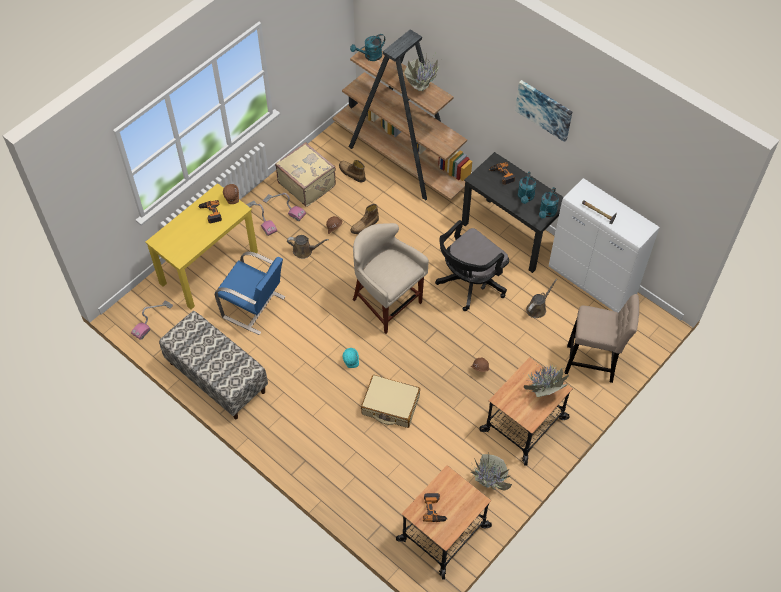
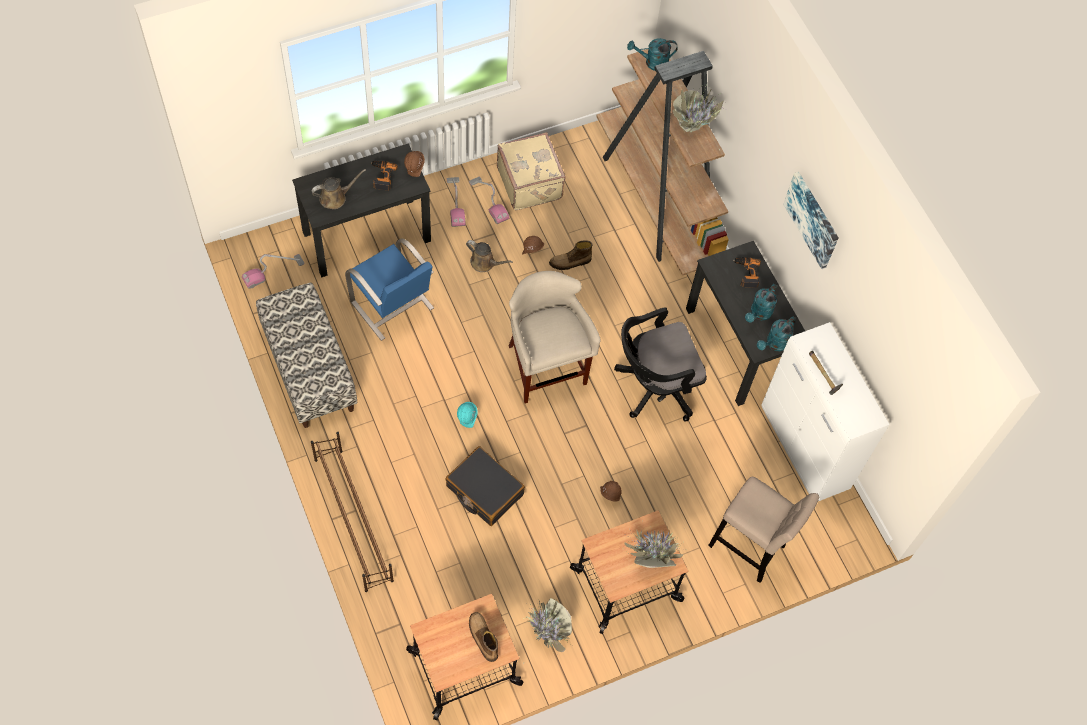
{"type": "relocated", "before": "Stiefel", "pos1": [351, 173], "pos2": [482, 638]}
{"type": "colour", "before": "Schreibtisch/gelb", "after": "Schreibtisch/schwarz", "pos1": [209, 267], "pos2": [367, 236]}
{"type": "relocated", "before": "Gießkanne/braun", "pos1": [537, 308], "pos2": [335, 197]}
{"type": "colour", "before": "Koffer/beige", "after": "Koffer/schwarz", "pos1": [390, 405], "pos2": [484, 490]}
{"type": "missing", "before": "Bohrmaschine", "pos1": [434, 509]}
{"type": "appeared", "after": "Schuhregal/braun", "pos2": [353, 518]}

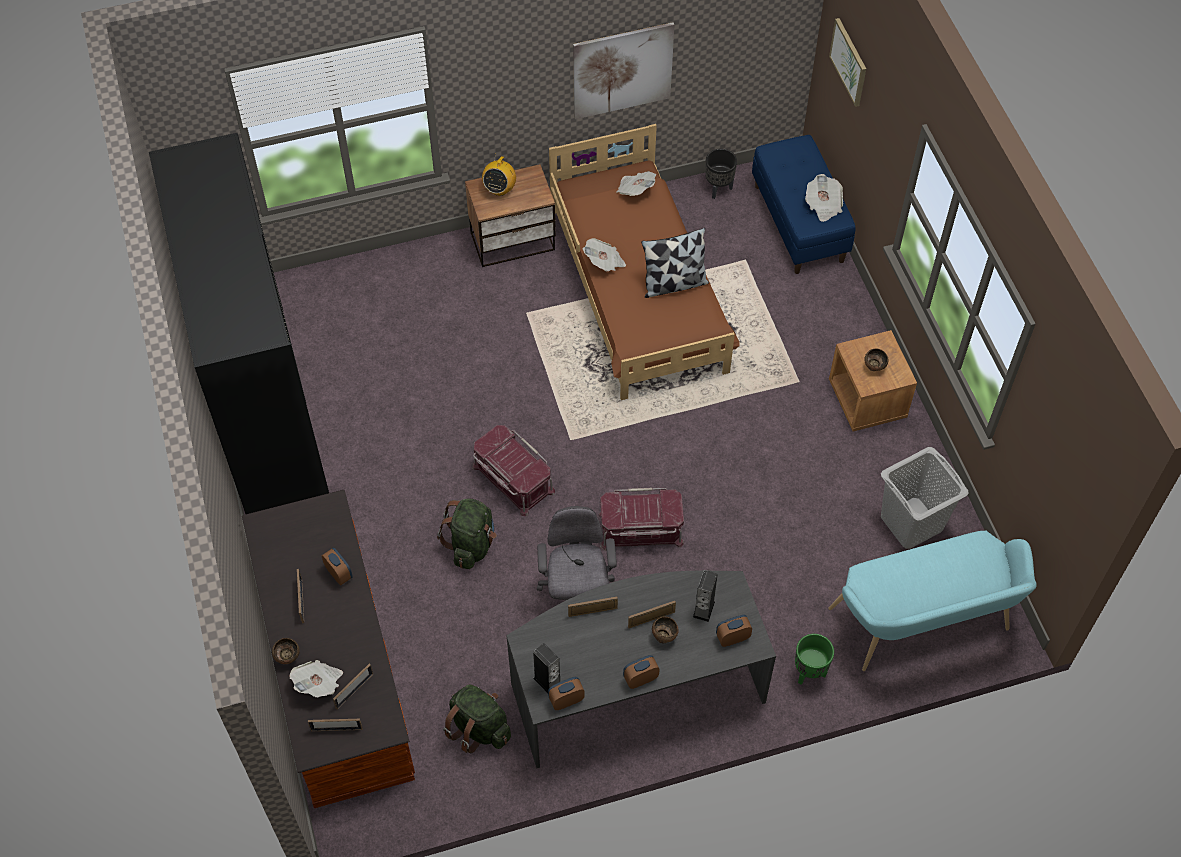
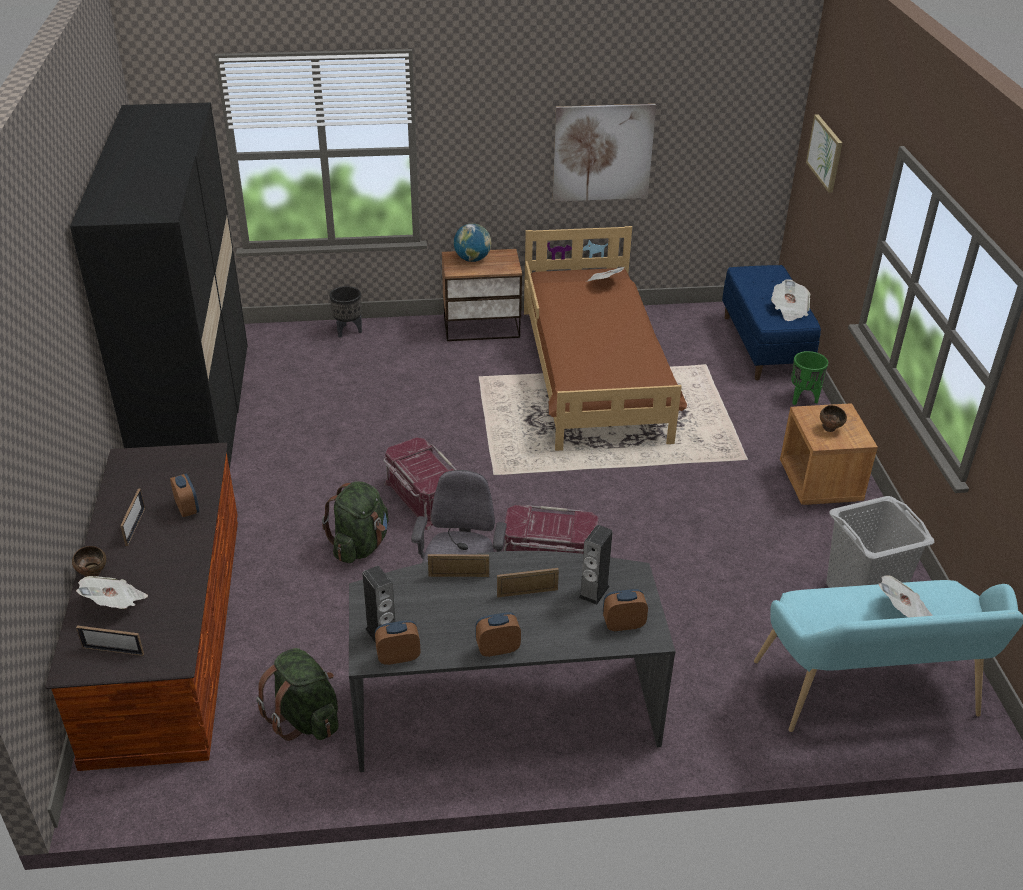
{"type": "relocated", "before": "Pflanzkübel/schwarz", "pos1": [718, 189], "pos2": [348, 331]}
{"type": "exchanged", "before": "Radio", "after": "Globus", "pos1": [499, 189], "pos2": [472, 259]}
{"type": "missing", "before": "Kissen", "pos1": [674, 284]}
{"type": "relocated", "before": "Zeitung", "pos1": [604, 262], "pos2": [903, 612]}
{"type": "missing", "before": "Schüssel/braun", "pos1": [664, 636]}
{"type": "relocated", "before": "Pflanzkübel/grün", "pos1": [809, 672], "pos2": [803, 399]}
{"type": "missing", "before": "Bilderrahmen", "pos1": [354, 691]}

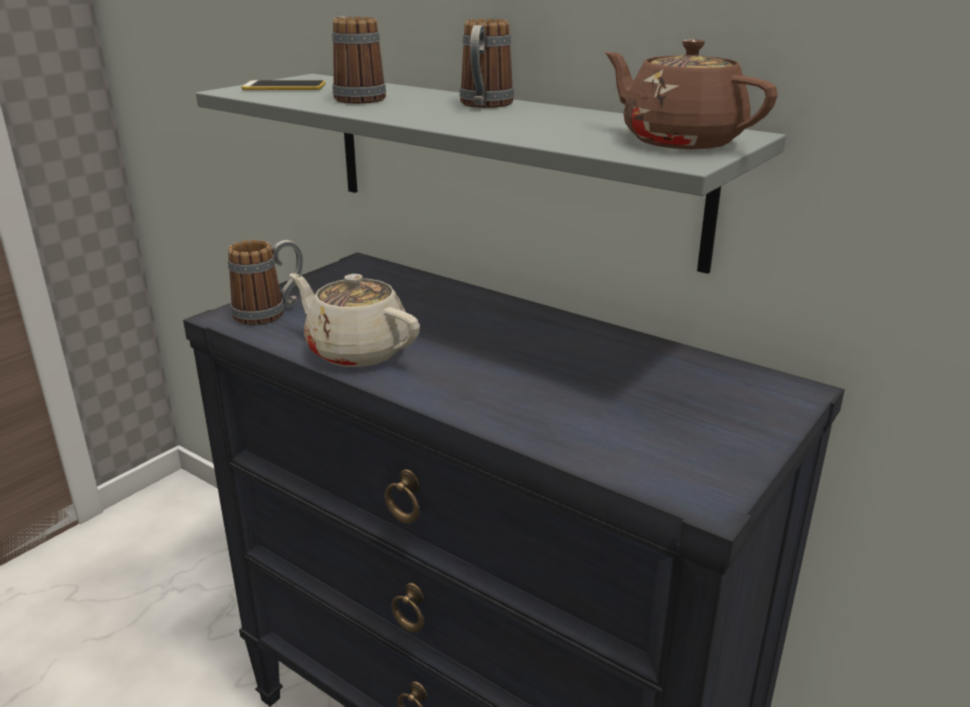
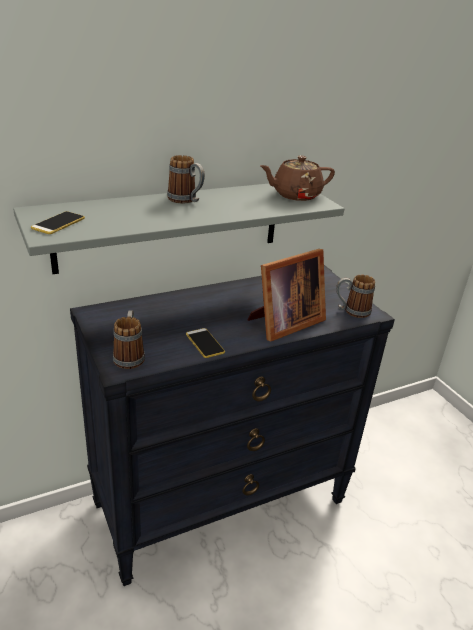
{"type": "relocated", "before": "Henkelbecher", "pos1": [355, 97], "pos2": [351, 311]}
{"type": "exchanged", "before": "Teekanne/beige", "after": "Handy", "pos1": [356, 351], "pos2": [205, 343]}
{"type": "appeared", "after": "Bilderrahmen", "pos2": [283, 324]}

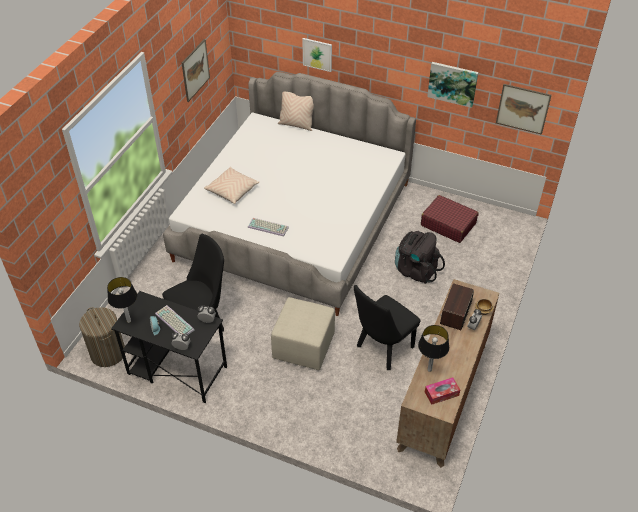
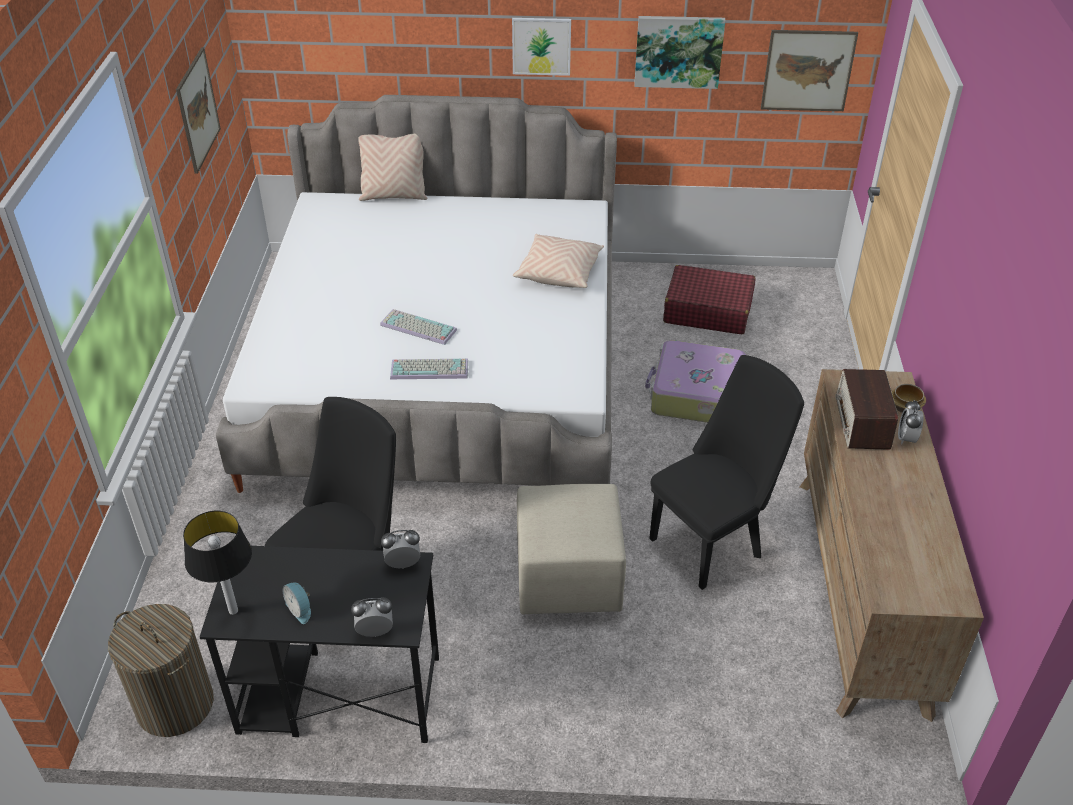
{"type": "relocated", "before": "Bild", "pos1": [317, 54], "pos2": [541, 46]}
{"type": "relocated", "before": "Kissen/beige", "pos1": [232, 190], "pos2": [559, 272]}
{"type": "exchanged", "before": "Rucksack/schwarz", "after": "Koffer", "pos1": [416, 270], "pos2": [695, 394]}
{"type": "spun", "before": "Stuhl/schwarz", "pos1": [382, 349], "pos2": [712, 542], "turn": -150}
{"type": "relocated", "before": "Tastatur", "pos1": [173, 322], "pos2": [416, 328]}
{"type": "missing", "before": "Tischlampe", "pos1": [430, 370]}
{"type": "missing", "before": "Taschentuchbox", "pos1": [441, 393]}

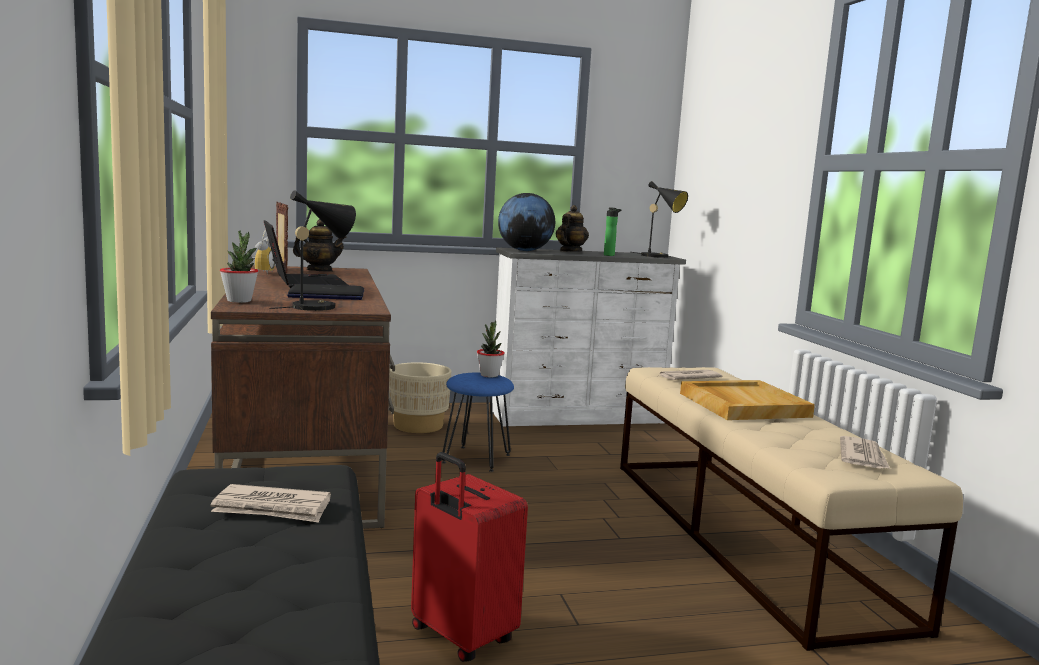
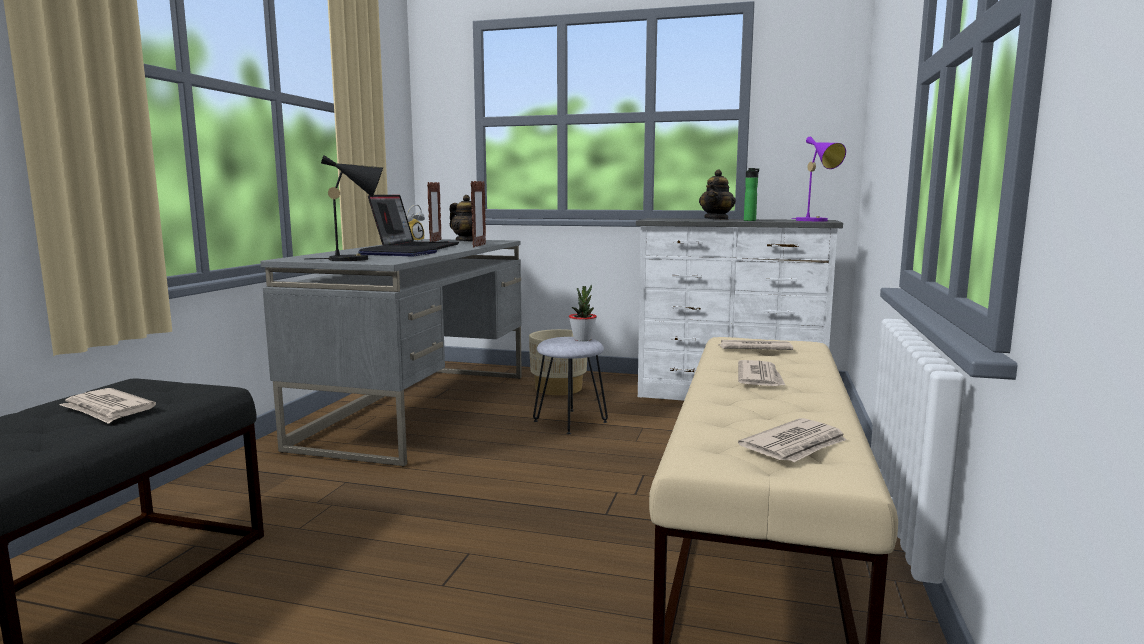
{"type": "colour", "before": "Tischlampe/schwarz", "after": "Tischlampe/lila", "pos1": [658, 256], "pos2": [815, 221]}
{"type": "missing", "before": "Globus", "pos1": [524, 250]}
{"type": "spun", "before": "Teekanne", "pos1": [570, 251], "pos2": [716, 219], "turn": 150}
{"type": "missing", "before": "Topfpflanze", "pos1": [239, 301]}
{"type": "colour", "before": "Schreibtisch/braun", "after": "Schreibtisch/grau", "pos1": [305, 464], "pos2": [421, 409]}
{"type": "colour", "before": "Hocker/blau", "after": "Hocker/grau", "pos1": [477, 458], "pos2": [570, 421]}
{"type": "exchanged", "before": "Tablett/beige", "after": "Zeitung", "pos1": [742, 404], "pos2": [760, 377]}
{"type": "missing", "before": "Koffer/rot", "pos1": [460, 637]}
{"type": "appeared", "after": "Bilderrahmen", "pos2": [479, 246]}

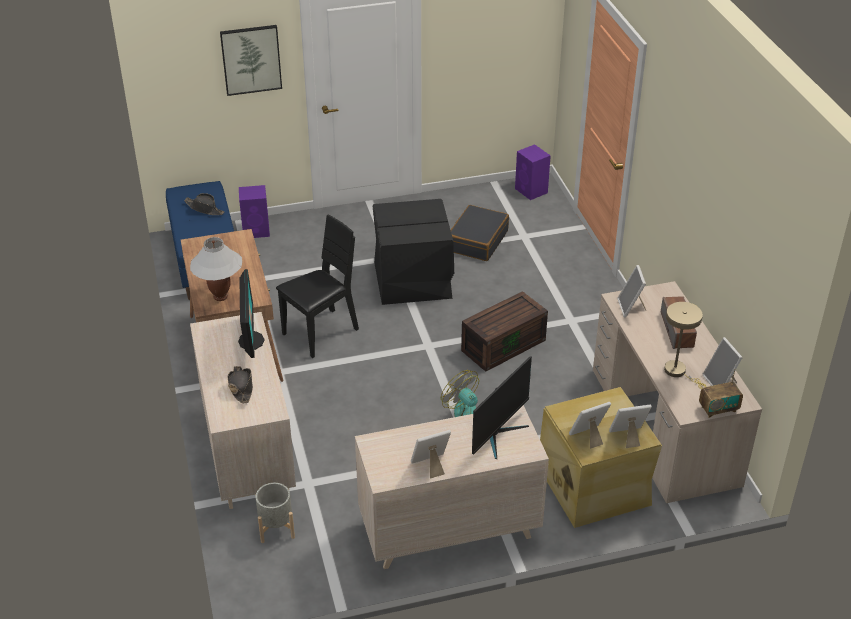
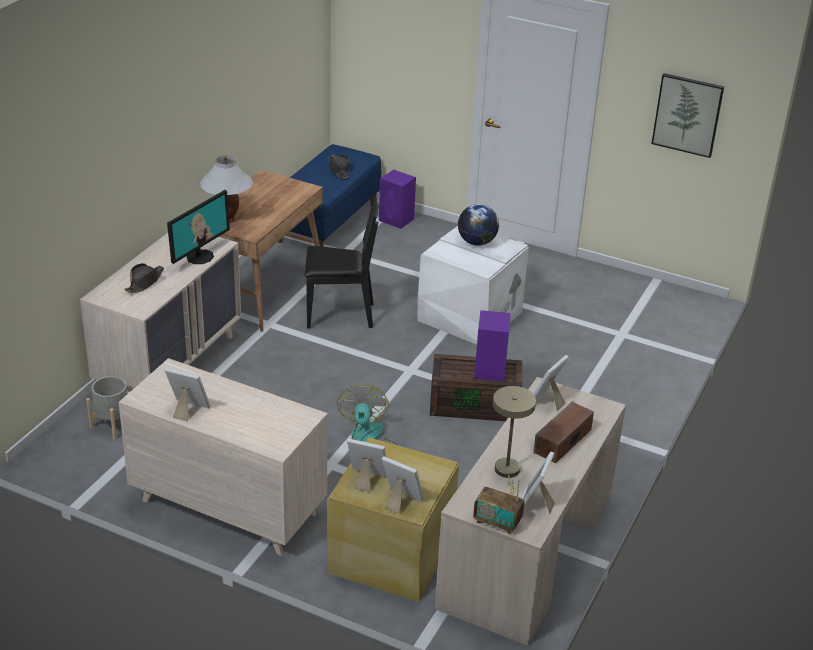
{"type": "relocated", "before": "Bild", "pos1": [251, 59], "pos2": [687, 114]}
{"type": "relocated", "before": "Lautsprecher/lila", "pos1": [531, 191], "pos2": [490, 370]}
{"type": "colour", "before": "Aufbewahrungsbox/schwarz", "after": "Aufbewahrungsbox/weiß", "pos1": [413, 280], "pos2": [470, 317]}
{"type": "missing", "before": "Koffer/schwarz", "pos1": [477, 241]}
{"type": "missing", "before": "Monitor", "pos1": [498, 434]}
{"type": "appeared", "after": "Globus", "pos2": [477, 242]}

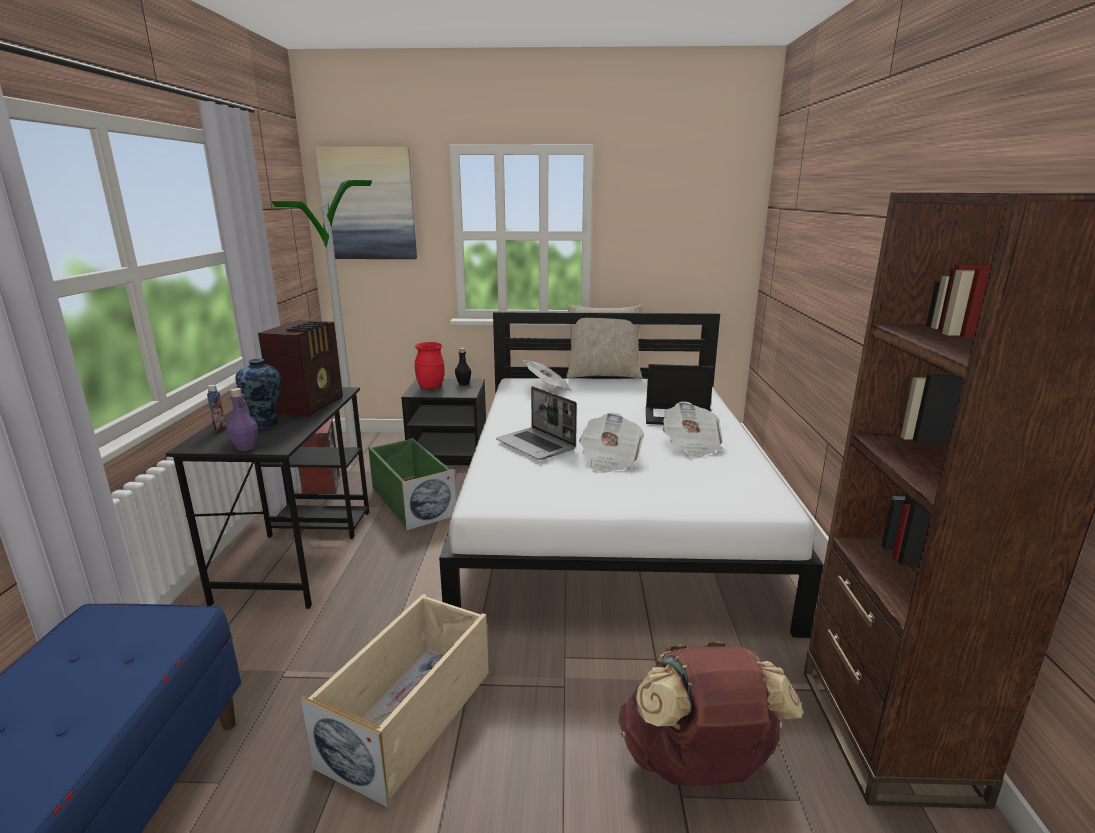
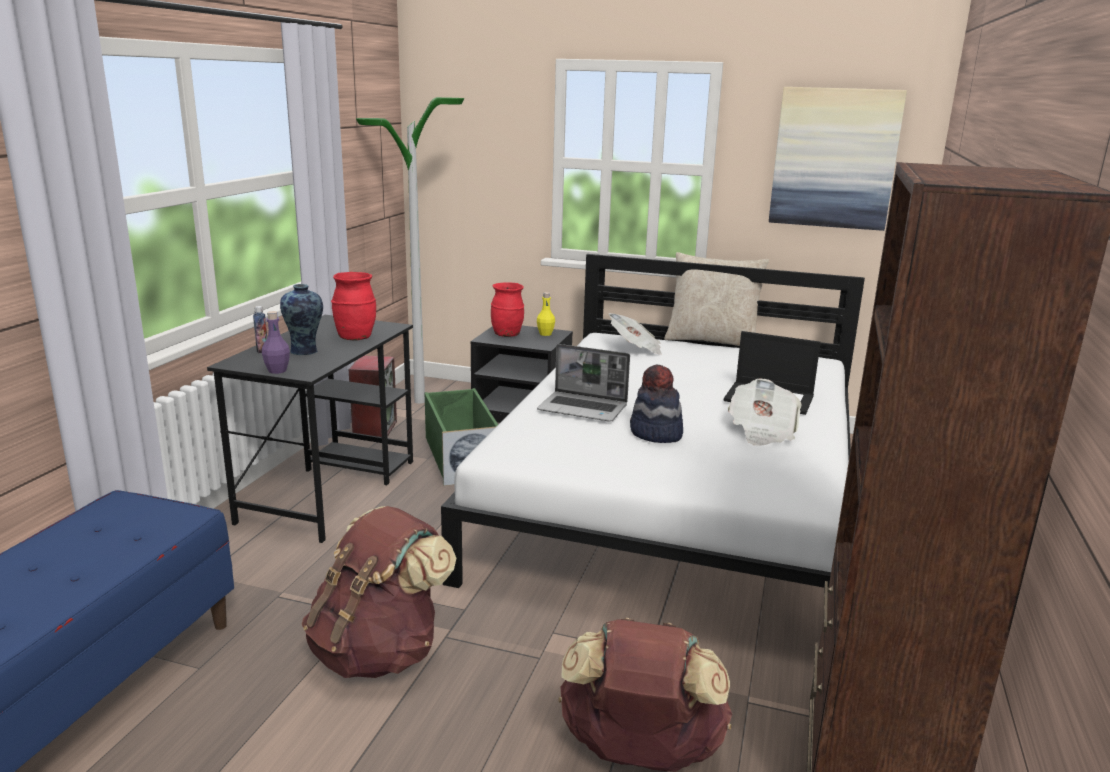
{"type": "relocated", "before": "Bild", "pos1": [368, 204], "pos2": [834, 158]}
{"type": "exchanged", "before": "Radio", "after": "Vase/rot", "pos1": [310, 405], "pos2": [355, 337]}
{"type": "colour", "before": "Flasche/schwarz", "after": "Flasche/gelb", "pos1": [463, 383], "pos2": [545, 334]}
{"type": "spun", "before": "Laptop", "pos1": [537, 445], "pos2": [584, 408], "turn": -45}
{"type": "exchanged", "before": "Zeitung", "after": "Hut", "pos1": [609, 460], "pos2": [655, 434]}
{"type": "exchanged", "before": "Aufbewahrungsbox/beige", "after": "Rucksack/braun", "pos1": [410, 716], "pos2": [379, 652]}

